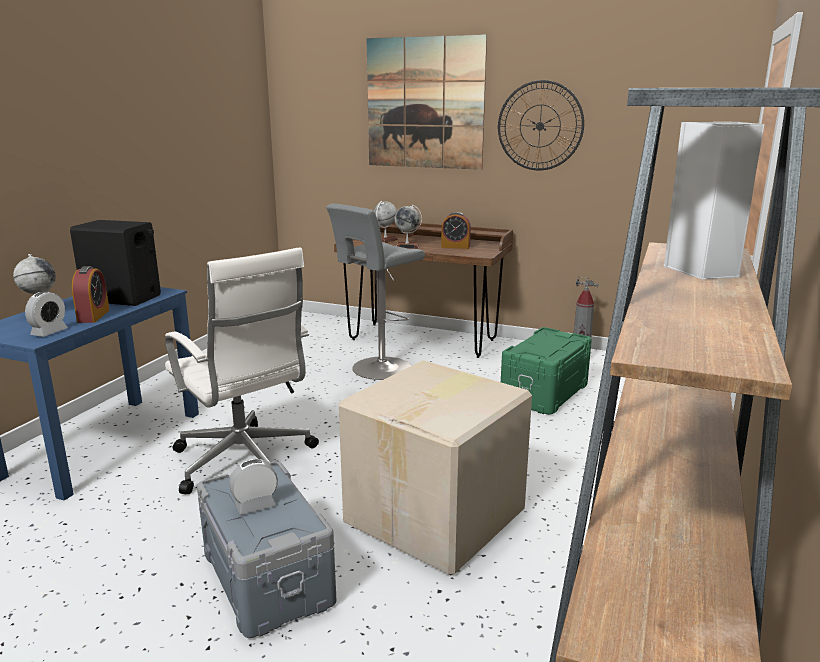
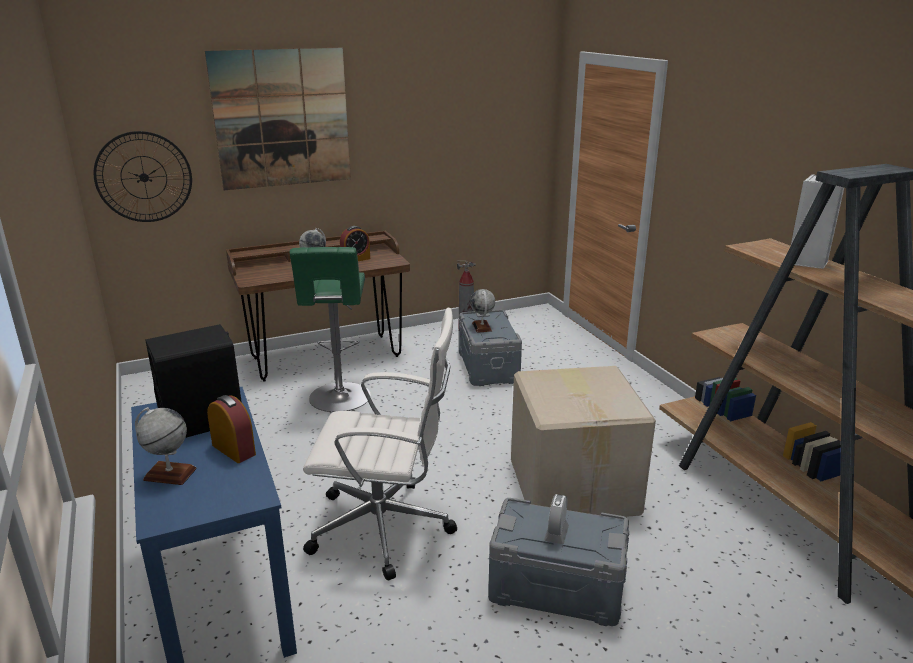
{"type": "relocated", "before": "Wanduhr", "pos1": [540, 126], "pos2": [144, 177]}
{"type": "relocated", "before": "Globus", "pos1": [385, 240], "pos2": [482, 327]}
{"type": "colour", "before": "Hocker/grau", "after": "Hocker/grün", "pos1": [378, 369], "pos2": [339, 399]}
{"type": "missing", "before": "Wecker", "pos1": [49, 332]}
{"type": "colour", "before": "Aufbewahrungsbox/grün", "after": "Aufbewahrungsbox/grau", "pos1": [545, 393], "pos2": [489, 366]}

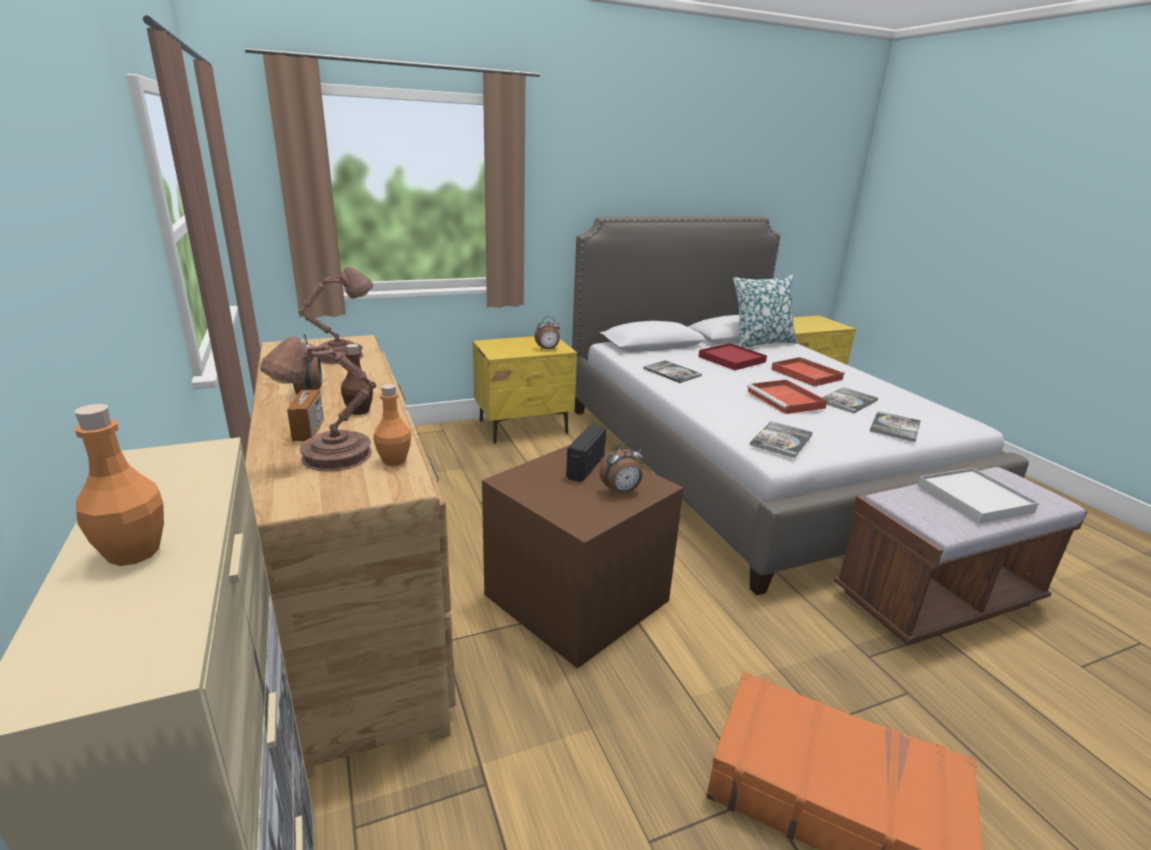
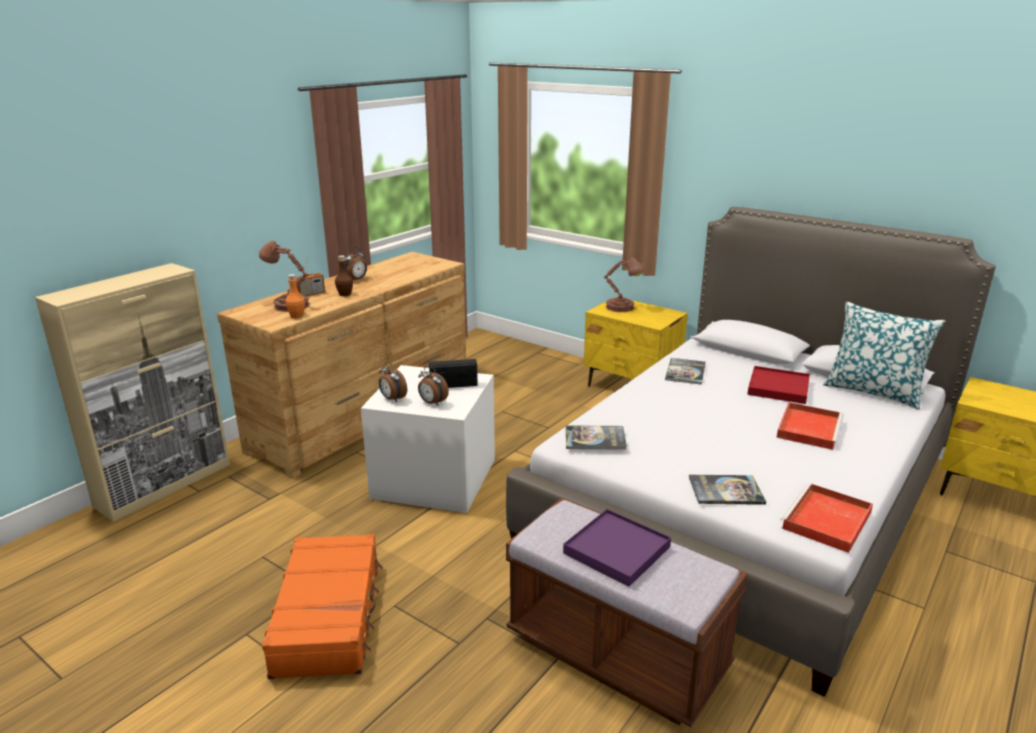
{"type": "relocated", "before": "Tischlampe/braun", "pos1": [343, 356], "pos2": [622, 308]}
{"type": "relocated", "before": "Wecker", "pos1": [547, 349], "pos2": [392, 399]}
{"type": "relocated", "before": "Tablett/rot", "pos1": [786, 400], "pos2": [826, 521]}
{"type": "missing", "before": "Buch", "pos1": [848, 401]}
{"type": "missing", "before": "Flasche/orange", "pos1": [134, 552]}
{"type": "colour", "before": "Aufbewahrungsbox/braun", "after": "Aufbewahrungsbox/weiß", "pos1": [576, 595], "pos2": [436, 477]}
{"type": "colour", "before": "Tablett/weiß", "after": "Tablett/lila", "pos1": [974, 499], "pos2": [616, 550]}

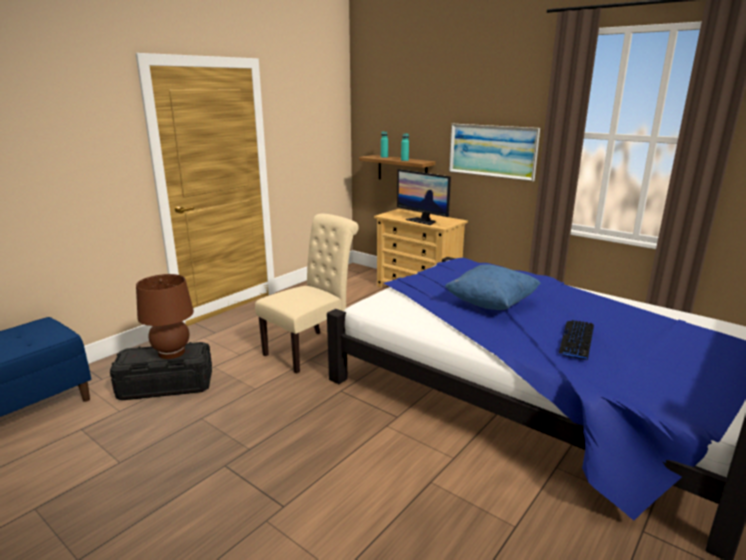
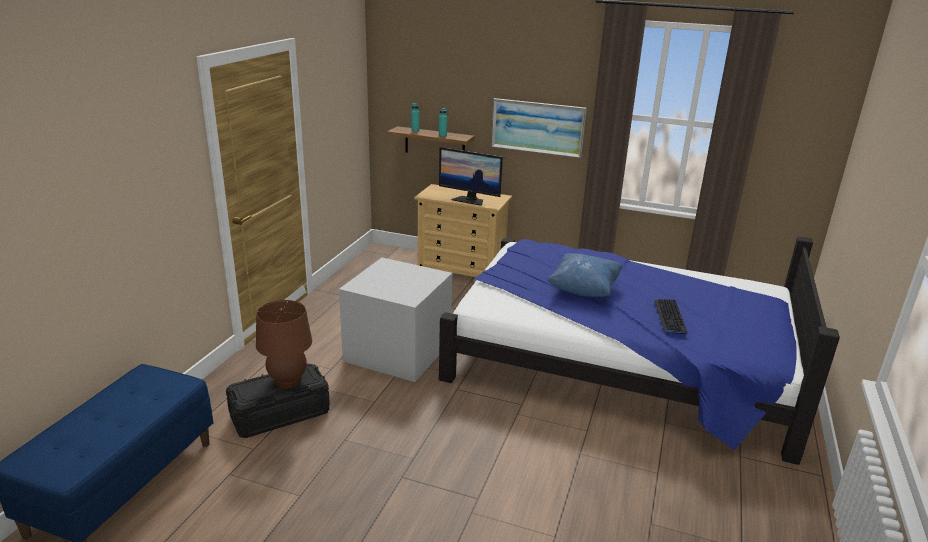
{"type": "exchanged", "before": "Stuhl/beige", "after": "Aufbewahrungsbox/grau", "pos1": [311, 349], "pos2": [399, 351]}

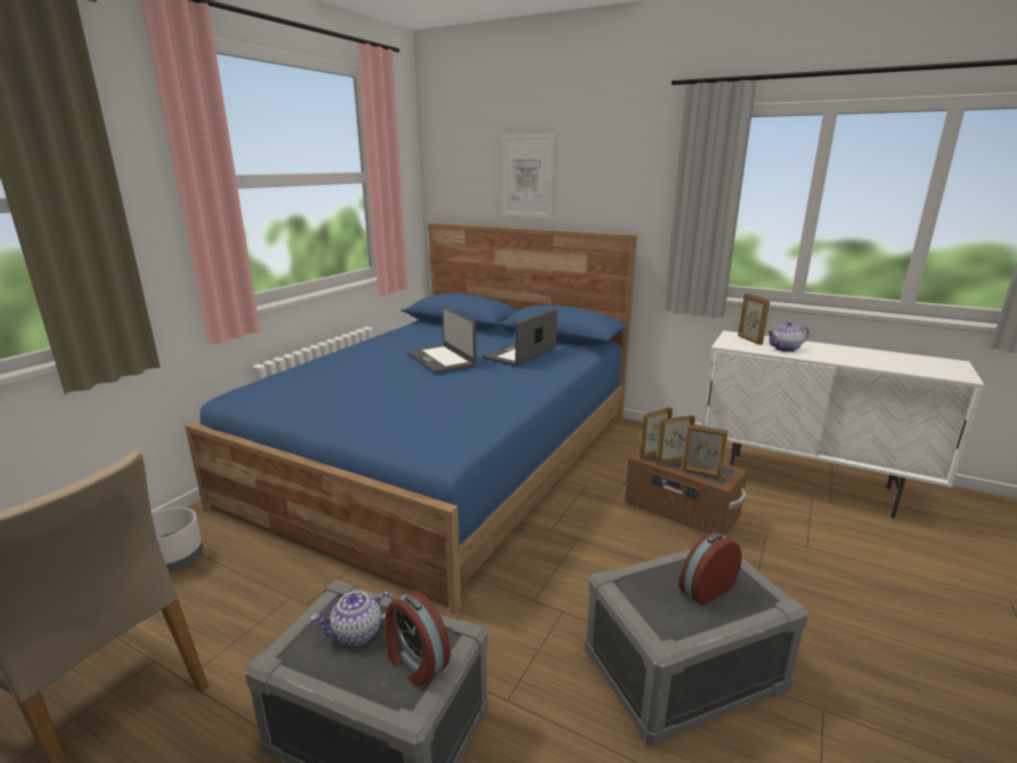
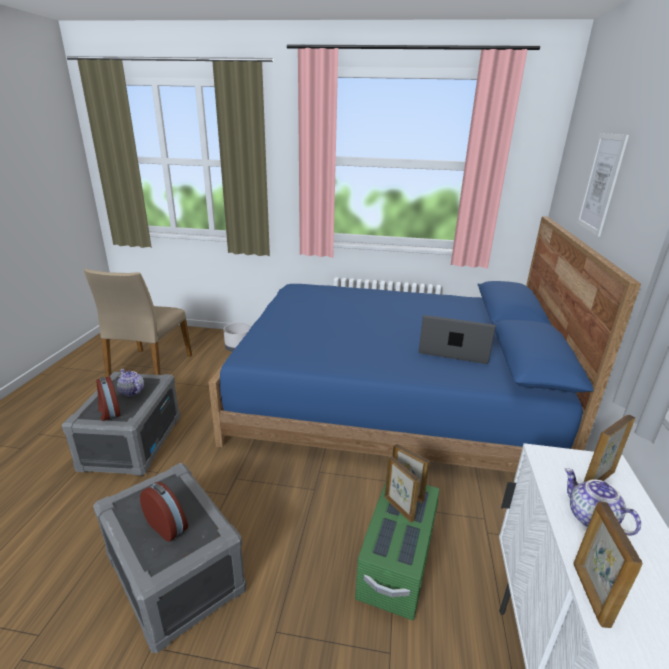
{"type": "missing", "before": "Laptop", "pos1": [441, 359]}
{"type": "relocated", "before": "Bilderrahmen", "pos1": [701, 473], "pos2": [590, 593]}
{"type": "colour", "before": "Aufbewahrungsbox/braun", "after": "Aufbewahrungsbox/grün", "pos1": [680, 511], "pos2": [396, 562]}
{"type": "spun", "before": "Wecker", "pos1": [415, 662], "pos2": [109, 412], "turn": -60}

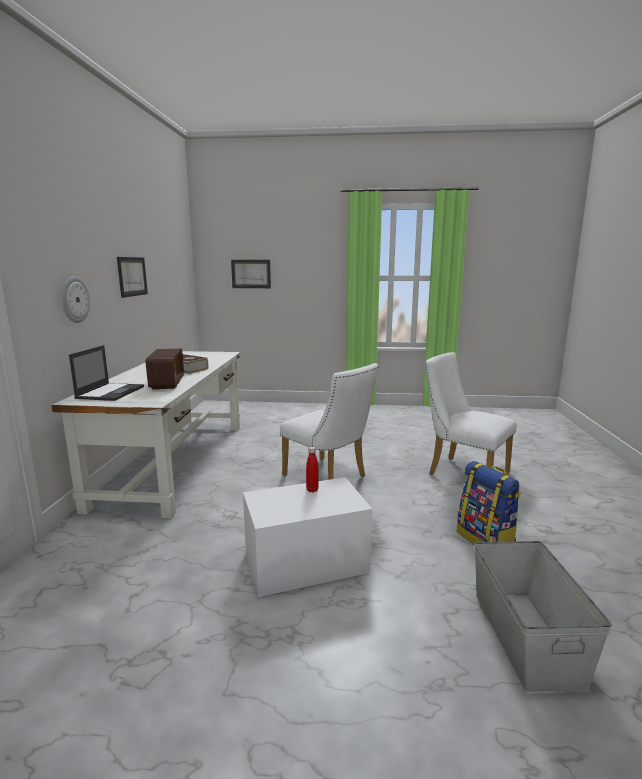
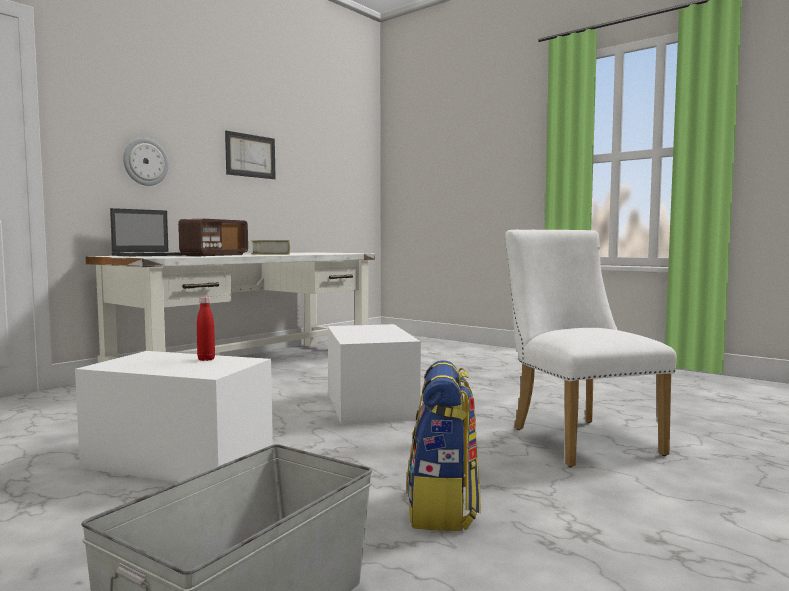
{"type": "missing", "before": "Bild", "pos1": [251, 274]}
{"type": "exchanged", "before": "Stuhl/weiß", "after": "Aufbewahrungsbox/weiß", "pos1": [329, 478], "pos2": [370, 405]}

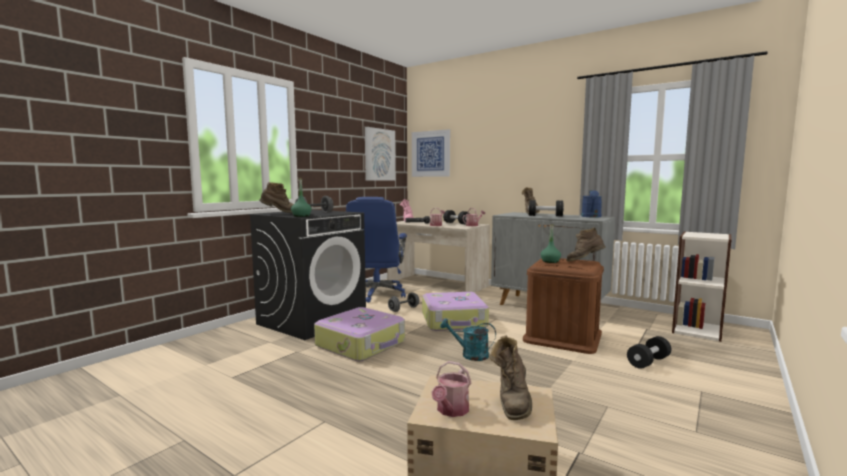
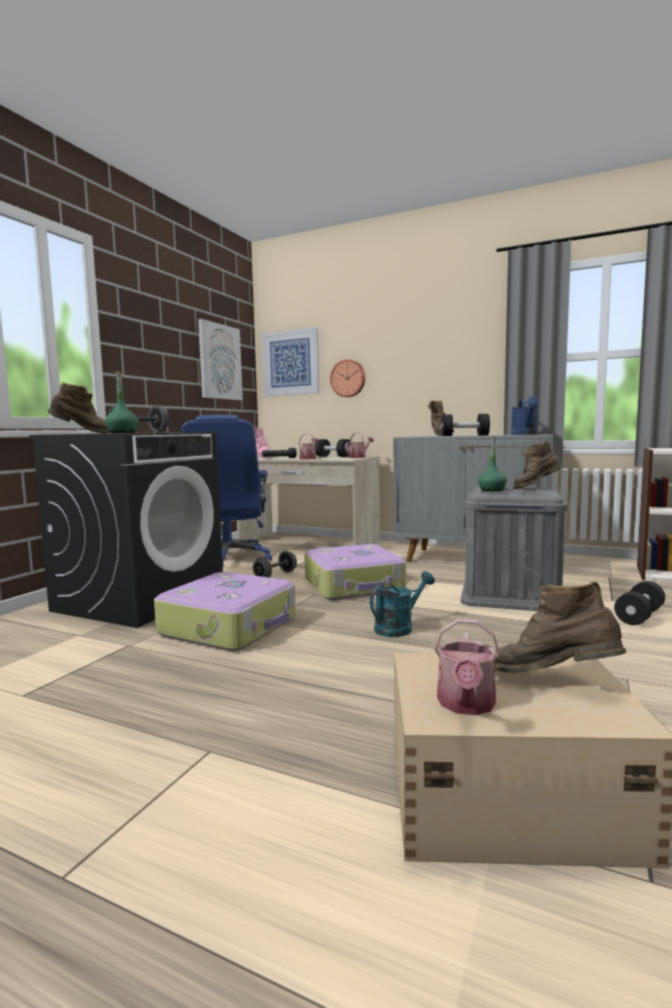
{"type": "colour", "before": "Aufbewahrungsbox/braun", "after": "Aufbewahrungsbox/grau", "pos1": [562, 336], "pos2": [511, 594]}
{"type": "spun", "before": "Gießkanne/türkis", "pos1": [470, 355], "pos2": [398, 627], "turn": 135}
{"type": "spun", "before": "Stiefel/braun", "pos1": [512, 402], "pos2": [553, 681], "turn": 120}
{"type": "appeared", "after": "Wanduhr", "pos2": [348, 378]}

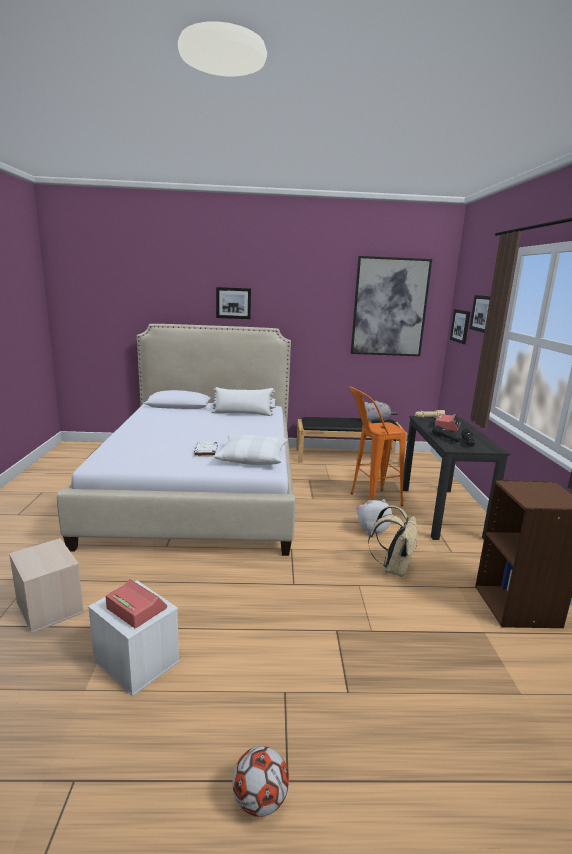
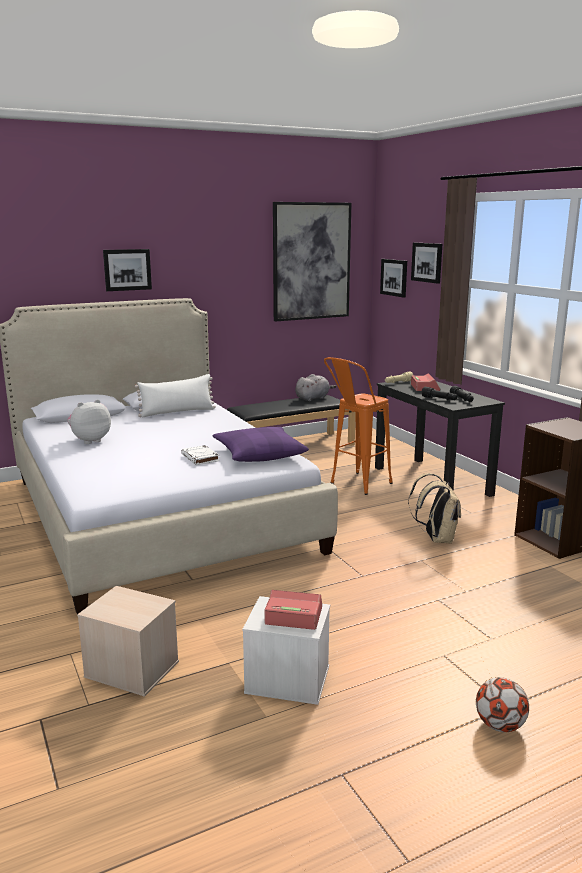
{"type": "colour", "before": "Kissen/weiß", "after": "Kissen/lila", "pos1": [252, 457], "pos2": [259, 453]}
{"type": "relocated", "before": "Plüschtier", "pos1": [371, 530], "pos2": [90, 440]}

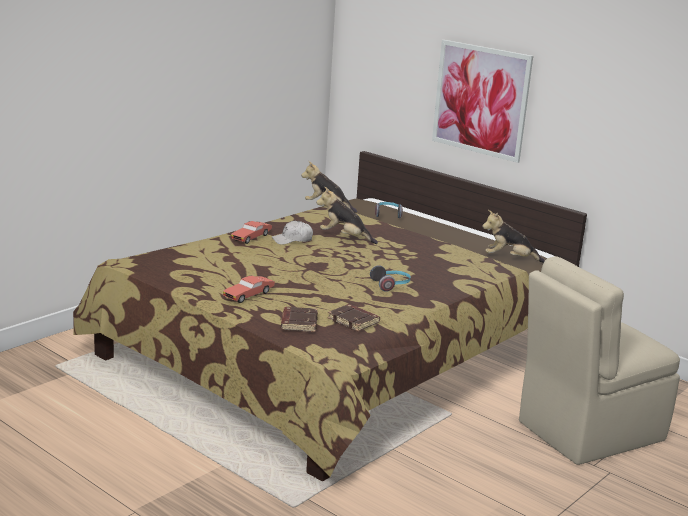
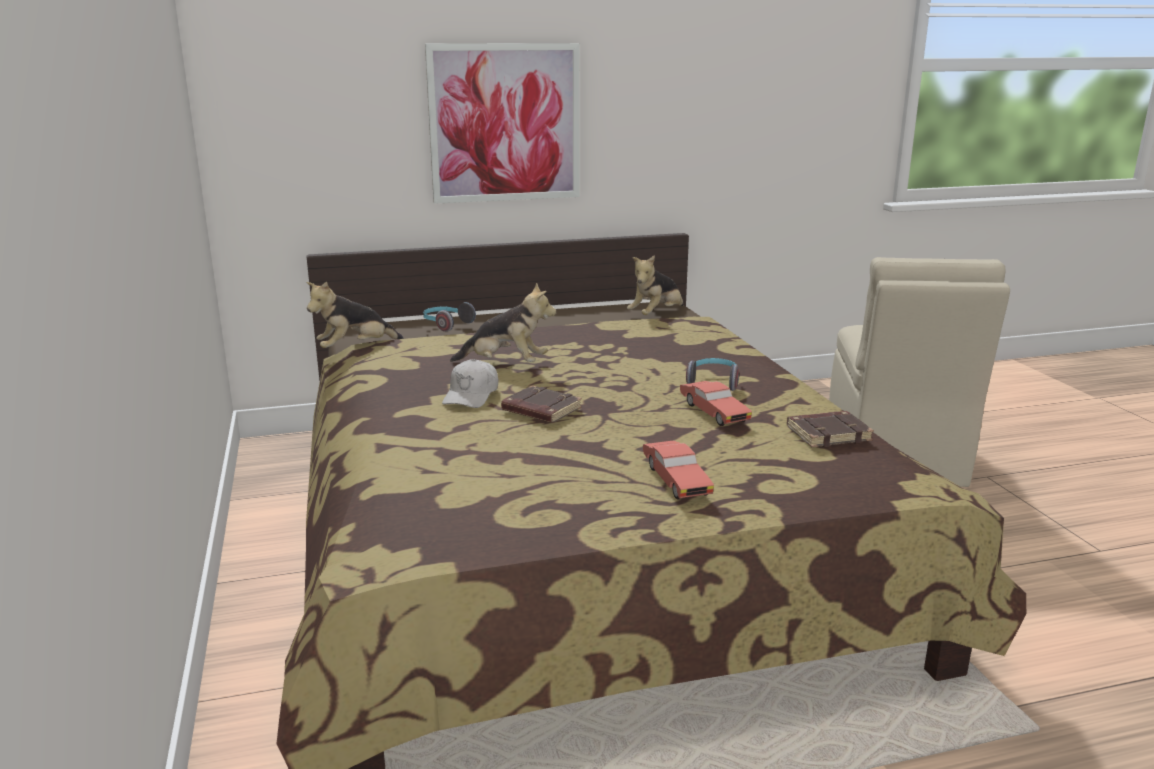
{"type": "spun", "before": "Plüschtier", "pos1": [344, 237], "pos2": [505, 364], "turn": -135}
{"type": "relocated", "before": "Spielzeugauto/rot", "pos1": [251, 237], "pos2": [713, 412]}
{"type": "relocated", "before": "Buch/braun", "pos1": [298, 323], "pos2": [540, 410]}

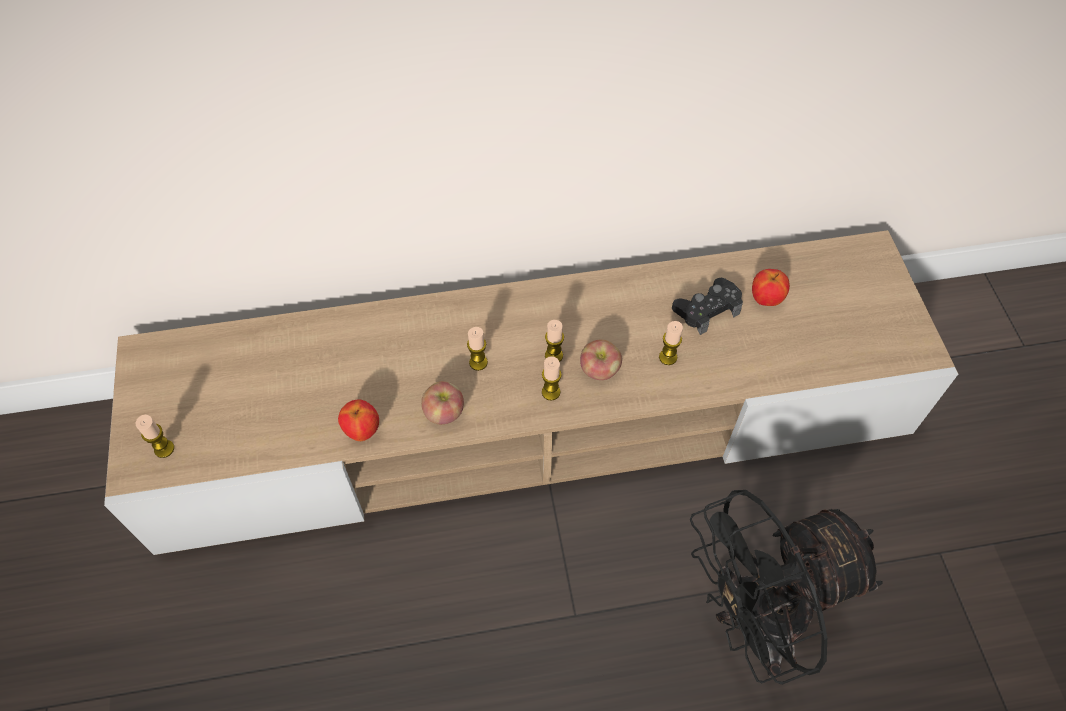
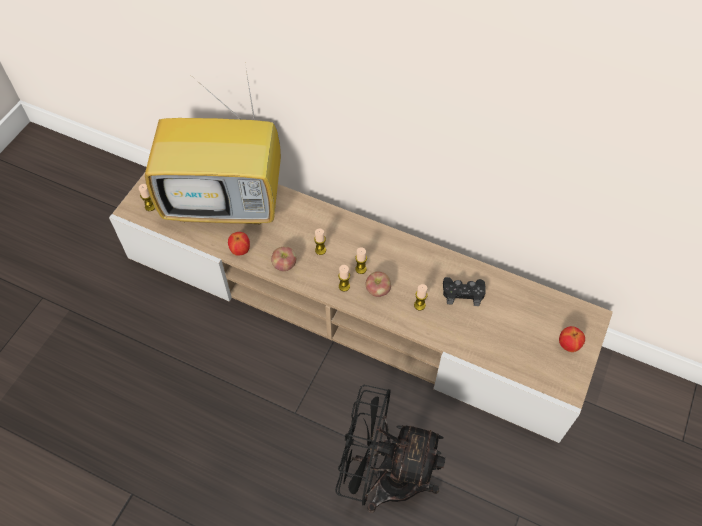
{"type": "relocated", "before": "Apfel", "pos1": [765, 299], "pos2": [568, 345]}
{"type": "appeared", "after": "Fernseher", "pos2": [227, 202]}

